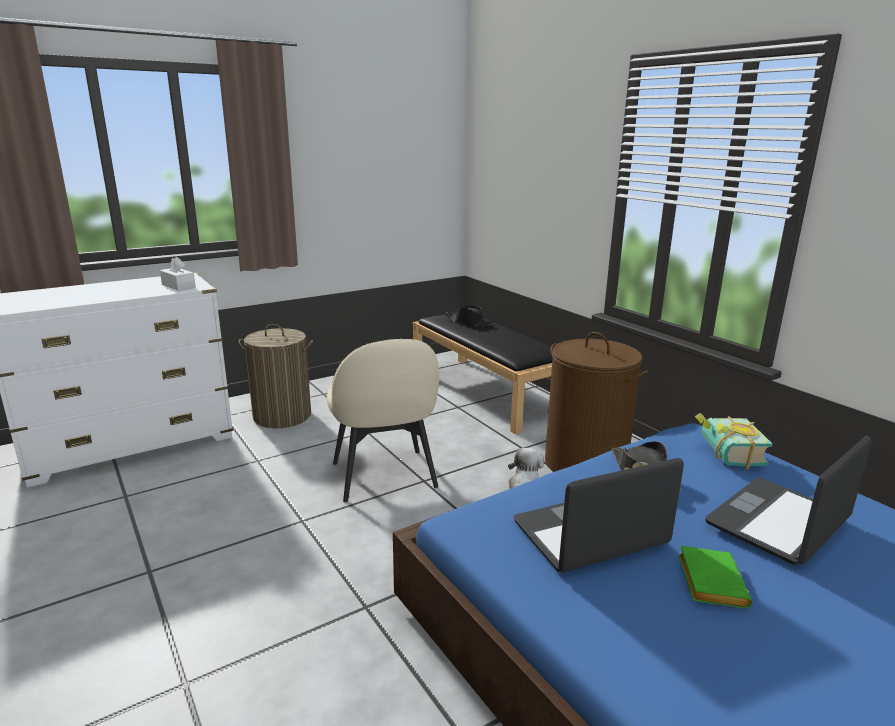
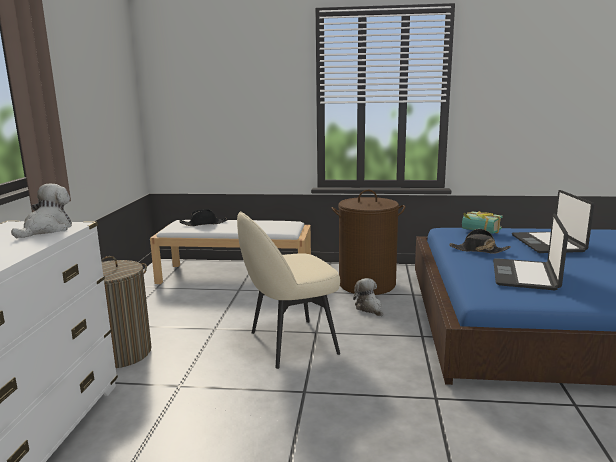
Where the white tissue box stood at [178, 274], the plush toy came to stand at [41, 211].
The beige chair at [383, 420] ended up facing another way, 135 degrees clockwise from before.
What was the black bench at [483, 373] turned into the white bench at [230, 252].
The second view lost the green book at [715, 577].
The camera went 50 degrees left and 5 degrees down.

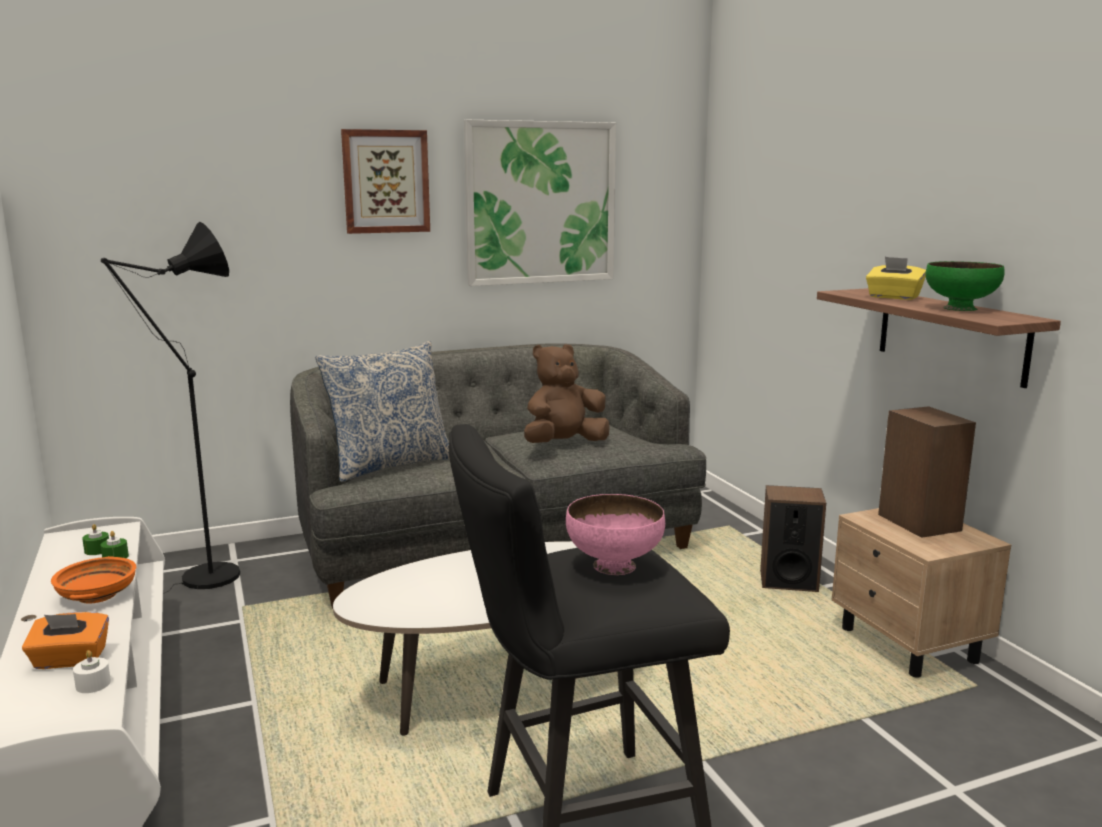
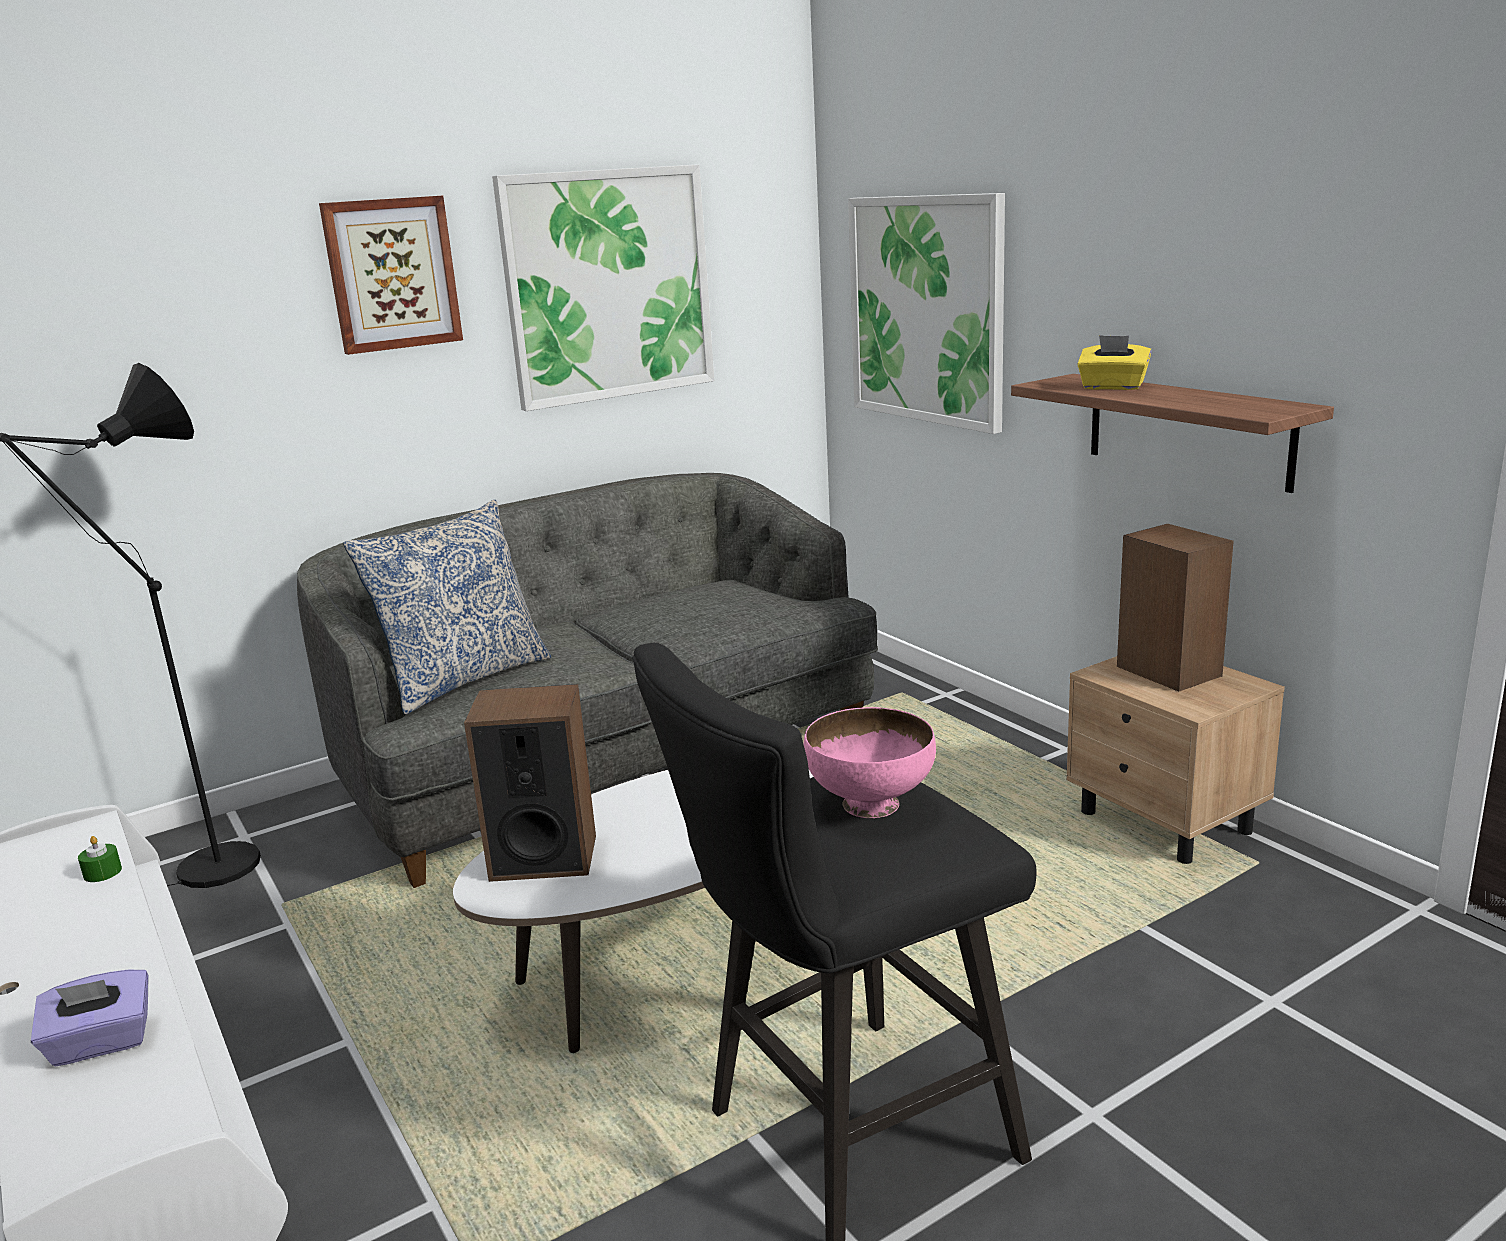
What was the orange tissue box at [65, 640] turned into the purple tissue box at [90, 1018].
The second view lost the orange bowl at [93, 579].
The second view lost the white candle at [92, 671].
The second view lost the green candle at [95, 539].
The second view lost the brown plush toy at [567, 393].
The speaker ended up elsewhere, having gone from [793, 538] to [530, 783].
The second view lost the green bowl at [965, 286].
The second view gained the picture at [926, 313].
The camera went 10 degrees left and 5 degrees up.

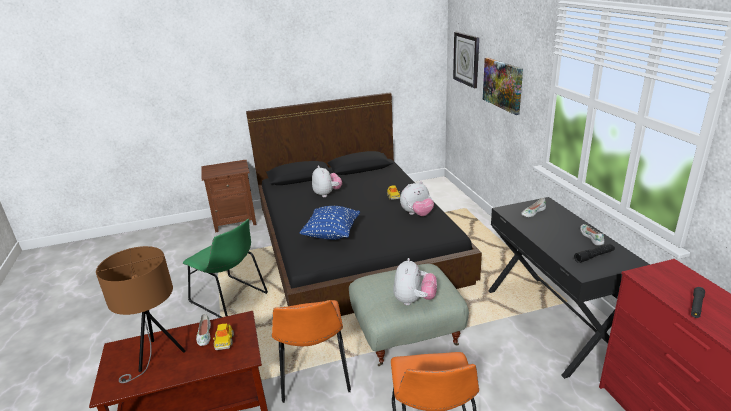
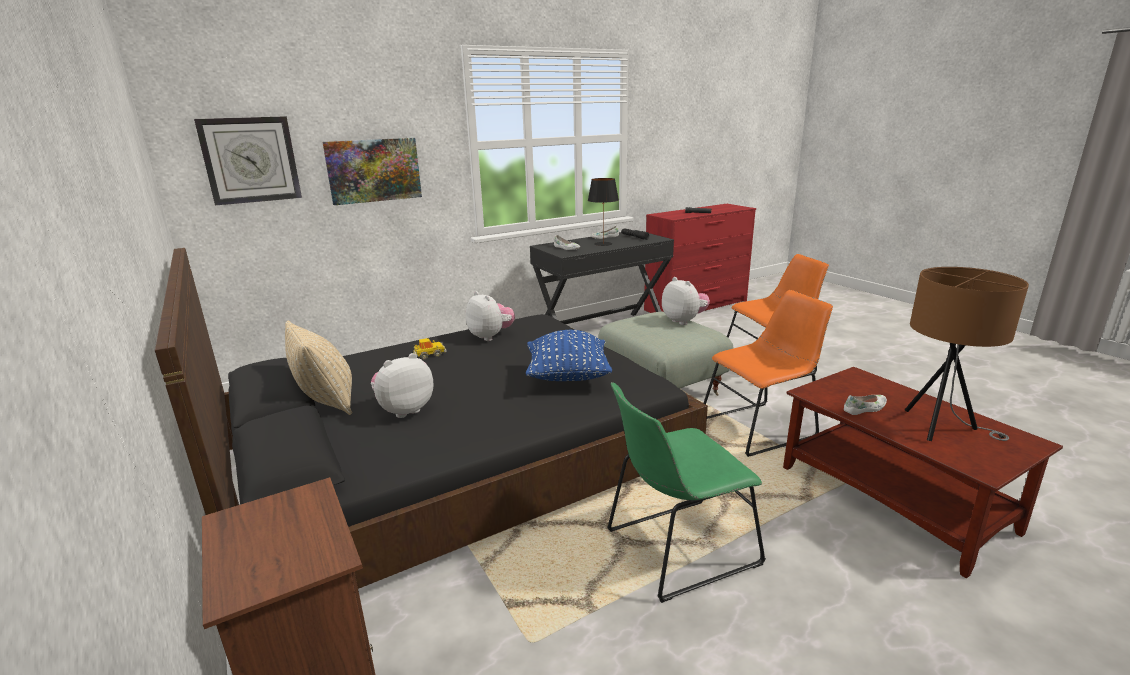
The green chair at [225, 268] ended up facing another way, 135 degrees counterclockwise from before.
The second view lost the toy car at [223, 337].
The plush toy at [415, 281] ended up facing another way, 60 degrees clockwise from before.
The second view gained the beige pillow at [318, 368].
The second view gained the black table lamp at [603, 212].
The camera went 105 degrees left and 5 degrees down.

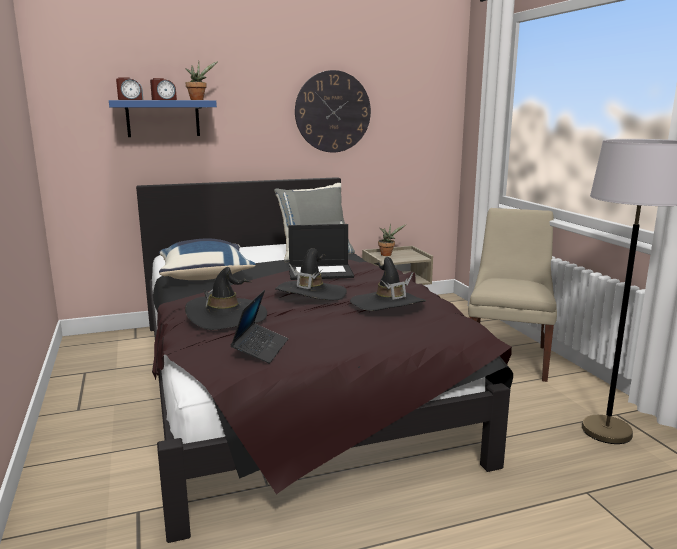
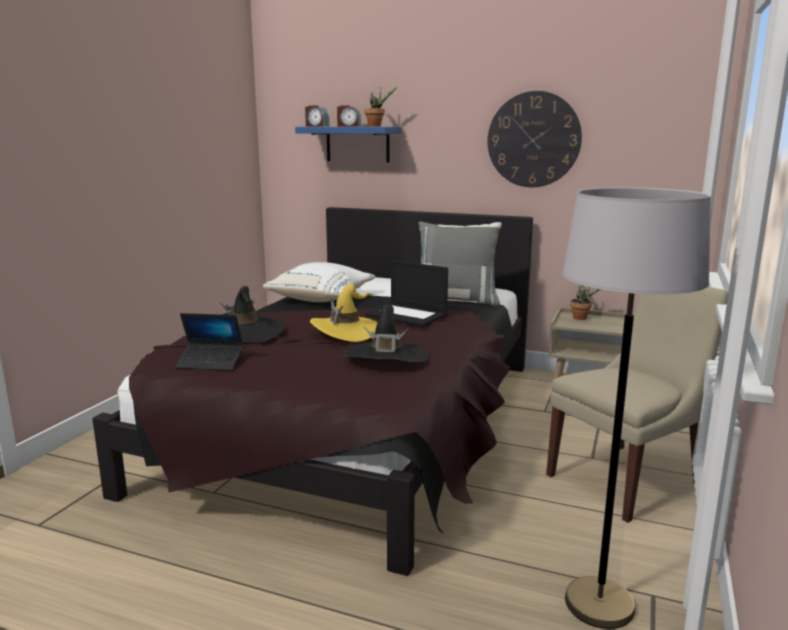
What was the blue pillow at [207, 259] turned into the white pillow at [319, 282].
The laptop at [259, 327] ended up facing another way, 45 degrees clockwise from before.
What was the black hat at [311, 274] turned into the yellow hat at [344, 313].
The camera went 40 degrees right and 0 degrees up.

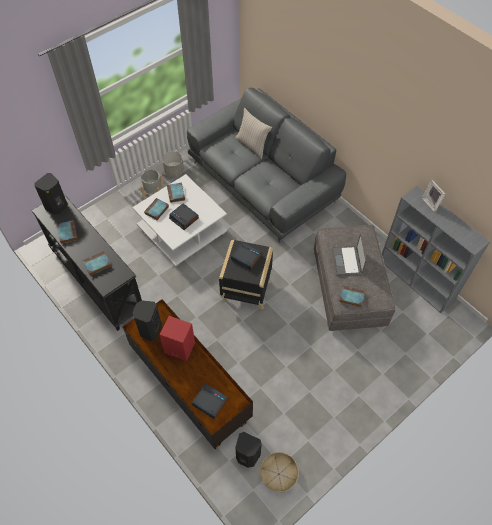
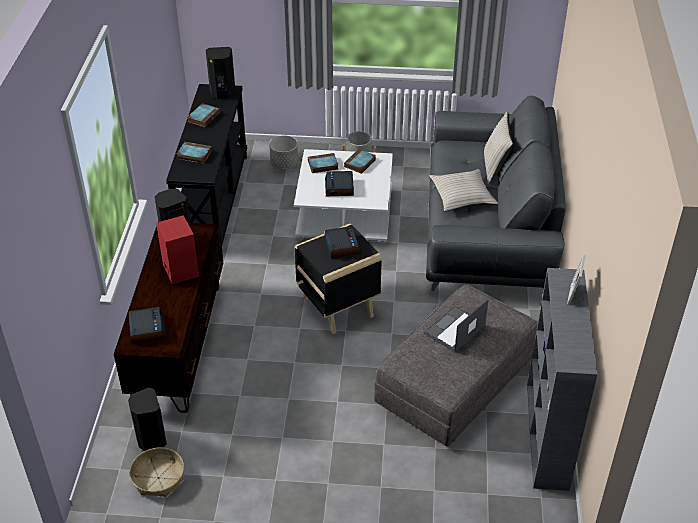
The grey planter ended up elsewhere, having gone from [173, 164] to [283, 152].
The second view lost the book at [352, 296].
The second view gained the beige pillow at [463, 190].
The camera went 45 degrees right and 15 degrees down.

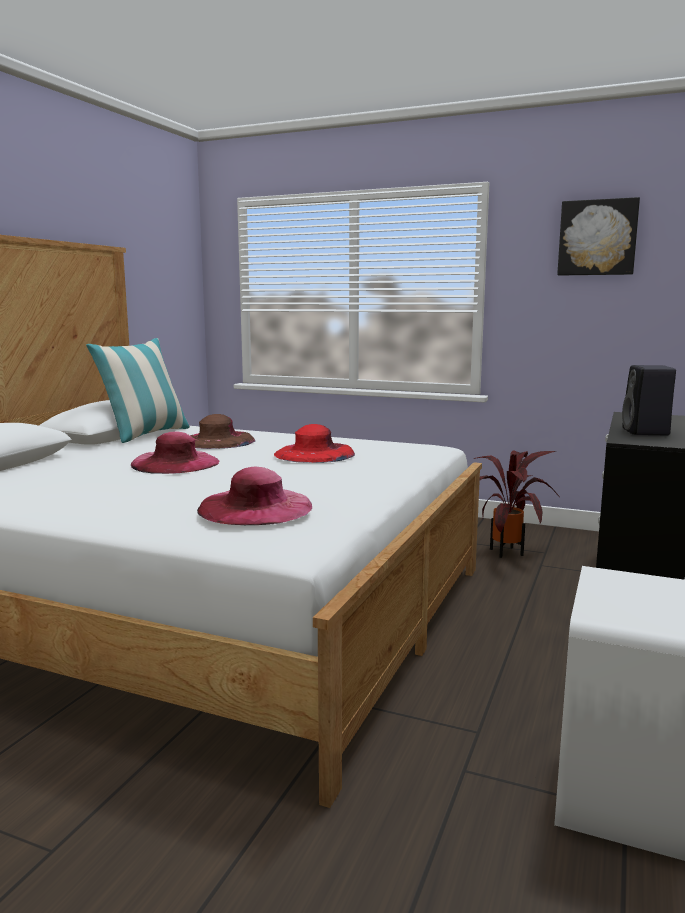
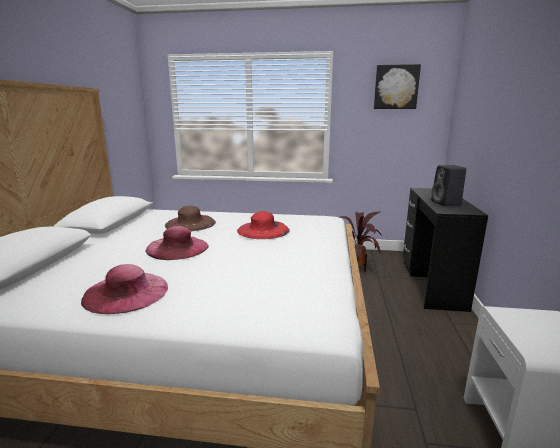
The second view lost the pillow at [138, 390].
The pink hat ended up elsewhere, having gone from [254, 496] to [124, 289].
The camera went 15 degrees left and 5 degrees up.

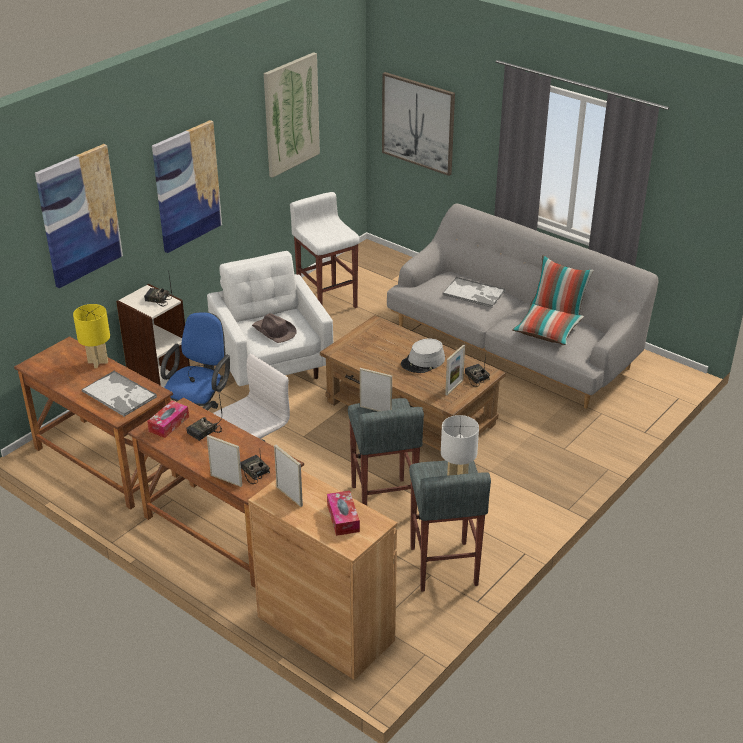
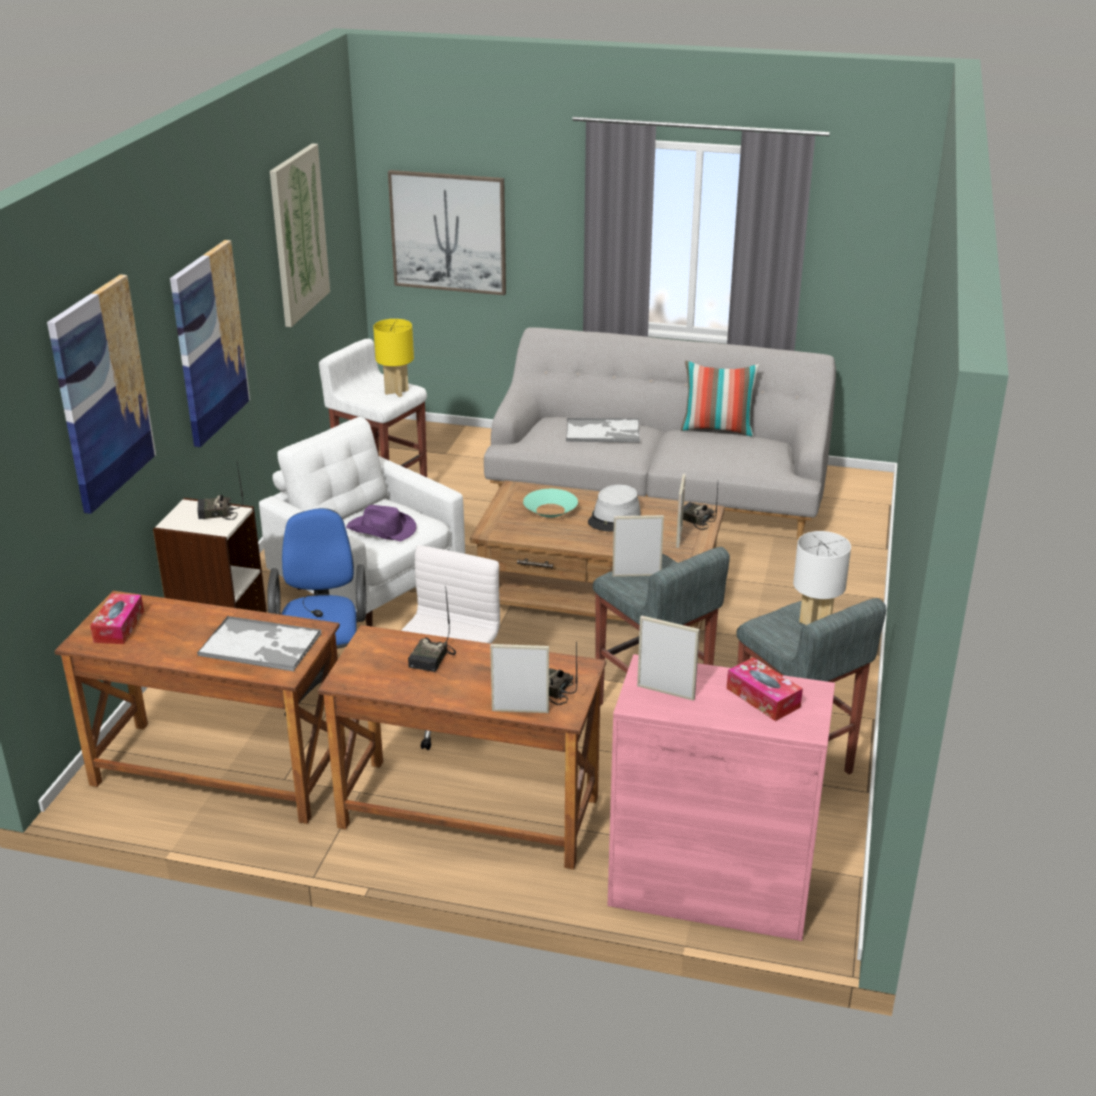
The yellow table lamp ended up elsewhere, having gone from [91, 336] to [393, 358].
The tissue box ended up elsewhere, having gone from [168, 419] to [117, 619].
What was the brown cabinet at [322, 575] turned into the pink cabinet at [721, 797].
What was the brown hat at [274, 328] turned into the purple hat at [381, 523].
The second view lost the pillow at [548, 324].
The second view gained the turquoise bowl at [550, 503].
The camera went 25 degrees left and 5 degrees down.

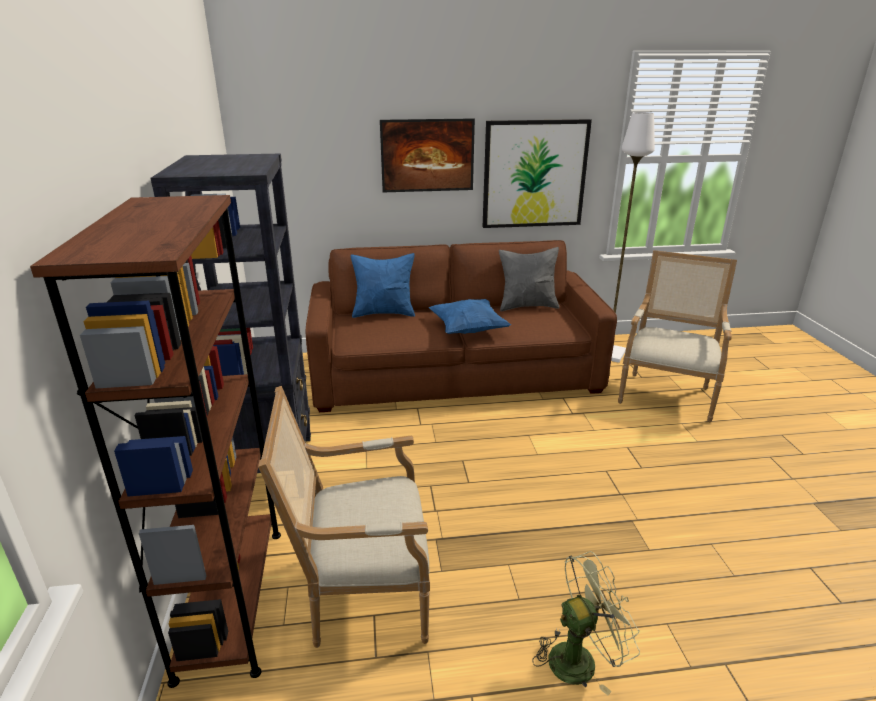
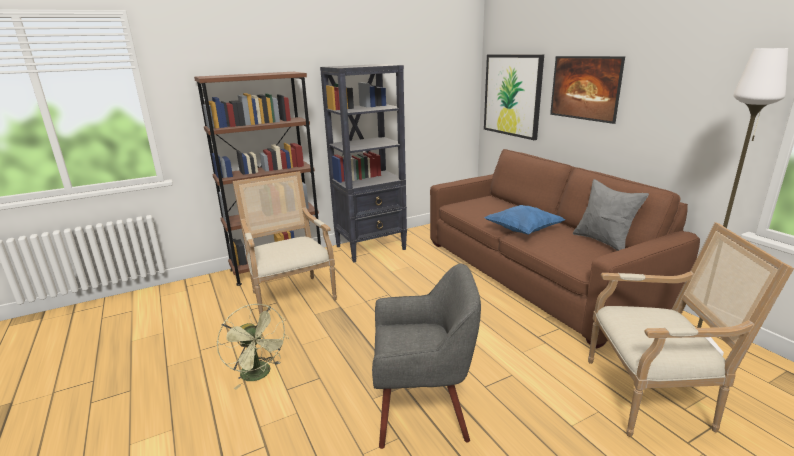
The second view lost the blue pillow at [383, 285].
The picture ended up elsewhere, having gone from [537, 173] to [514, 97].
The second view gained the grey armchair at [426, 356].
The camera went 70 degrees right and 5 degrees down.

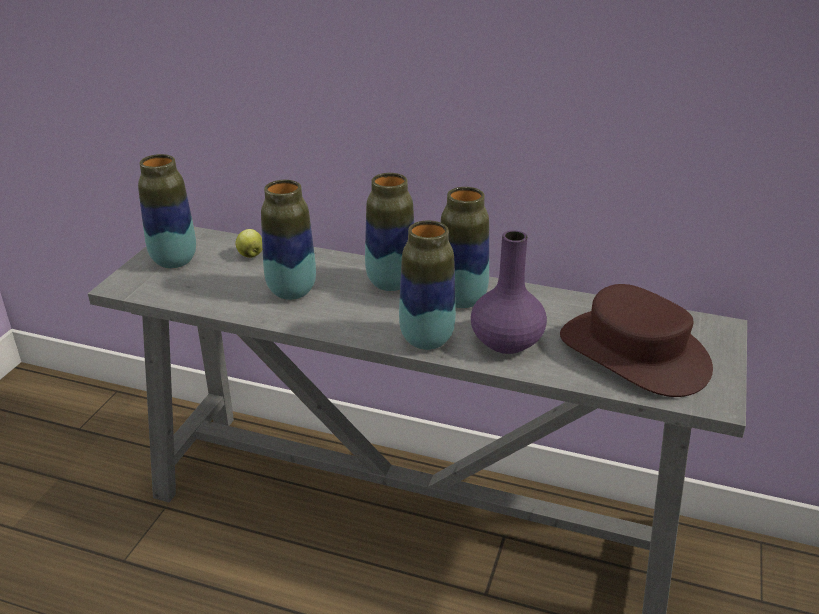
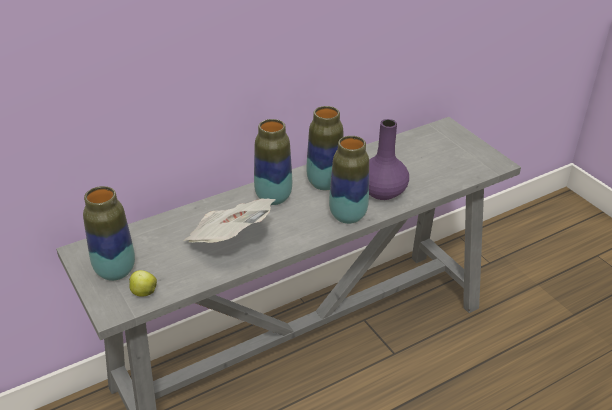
The apple ended up elsewhere, having gone from [249, 243] to [143, 283].
Where the vase stood at [288, 240], the newspaper came to stand at [229, 220].
The second view lost the brown hat at [636, 340].
The camera went 50 degrees left and 5 degrees up.

